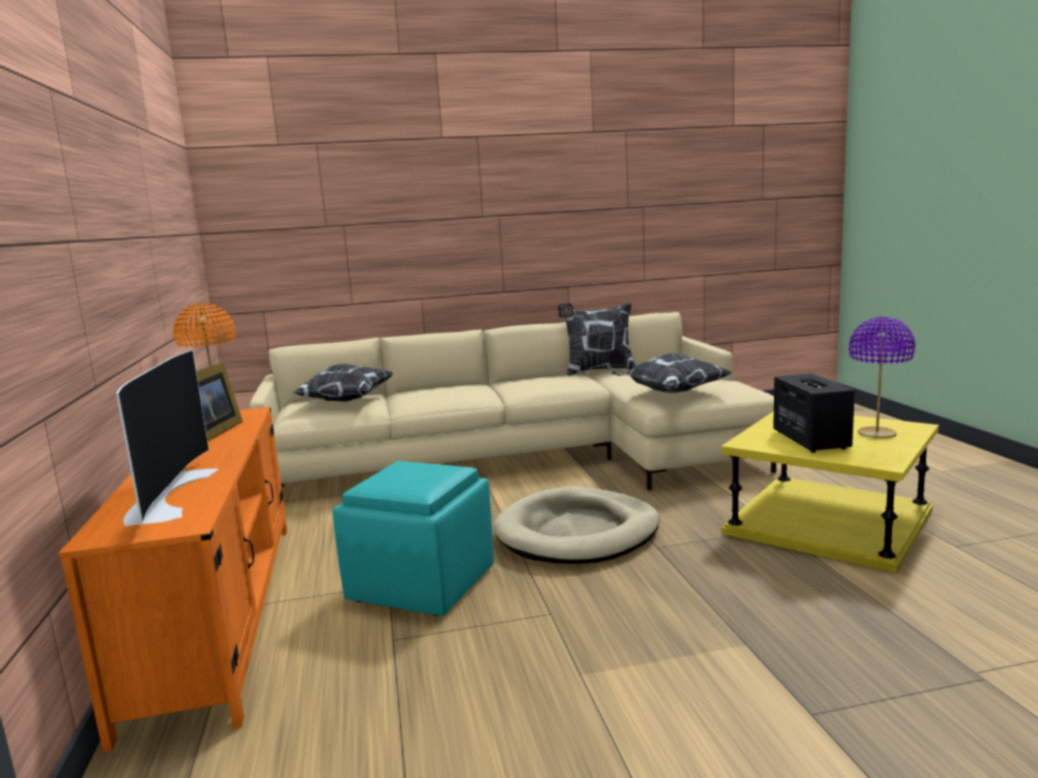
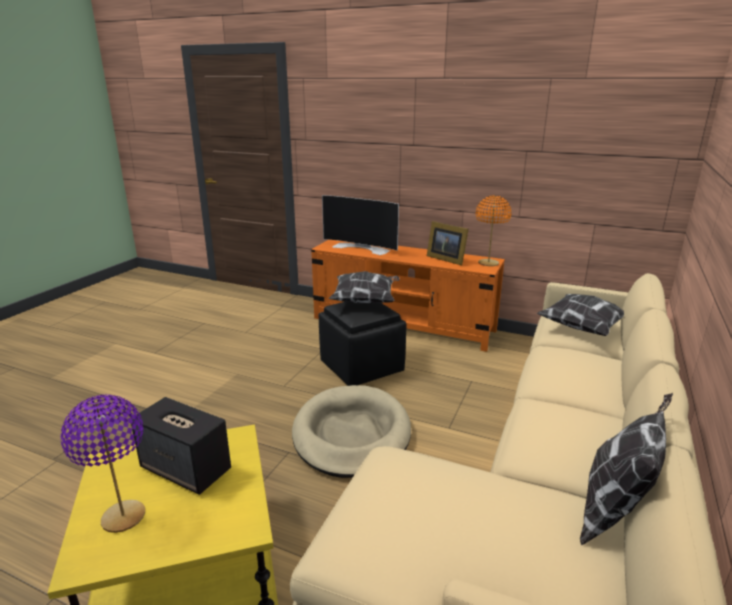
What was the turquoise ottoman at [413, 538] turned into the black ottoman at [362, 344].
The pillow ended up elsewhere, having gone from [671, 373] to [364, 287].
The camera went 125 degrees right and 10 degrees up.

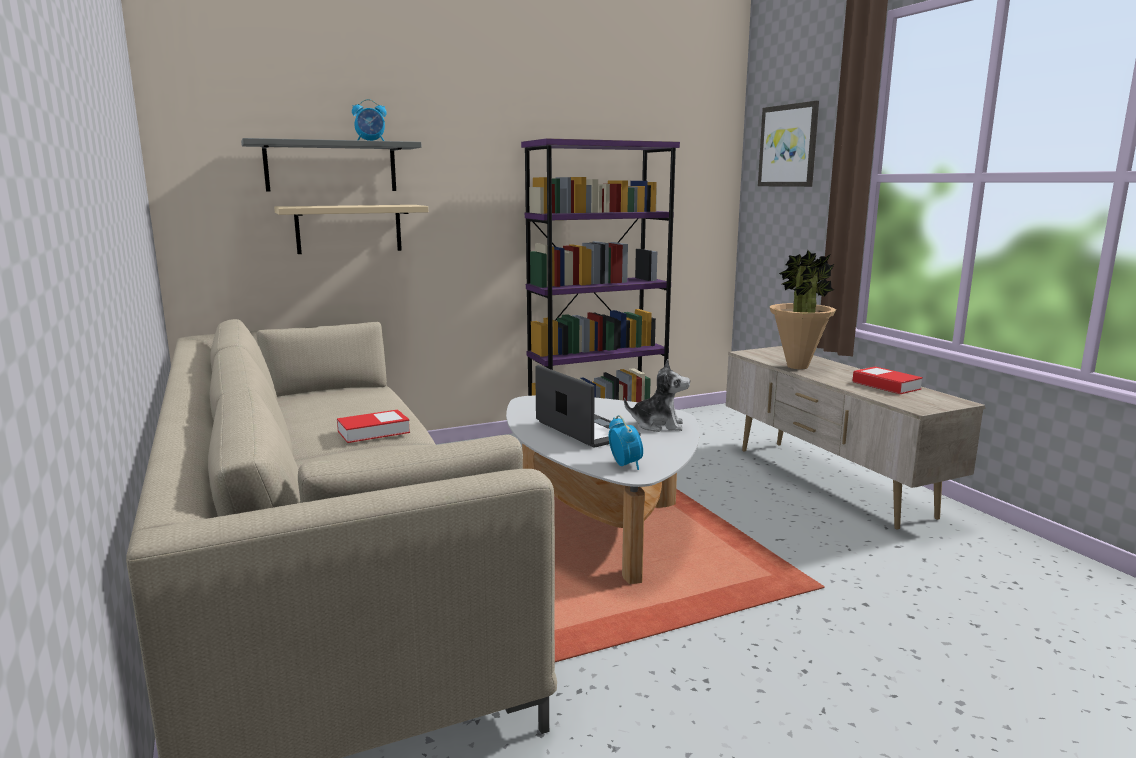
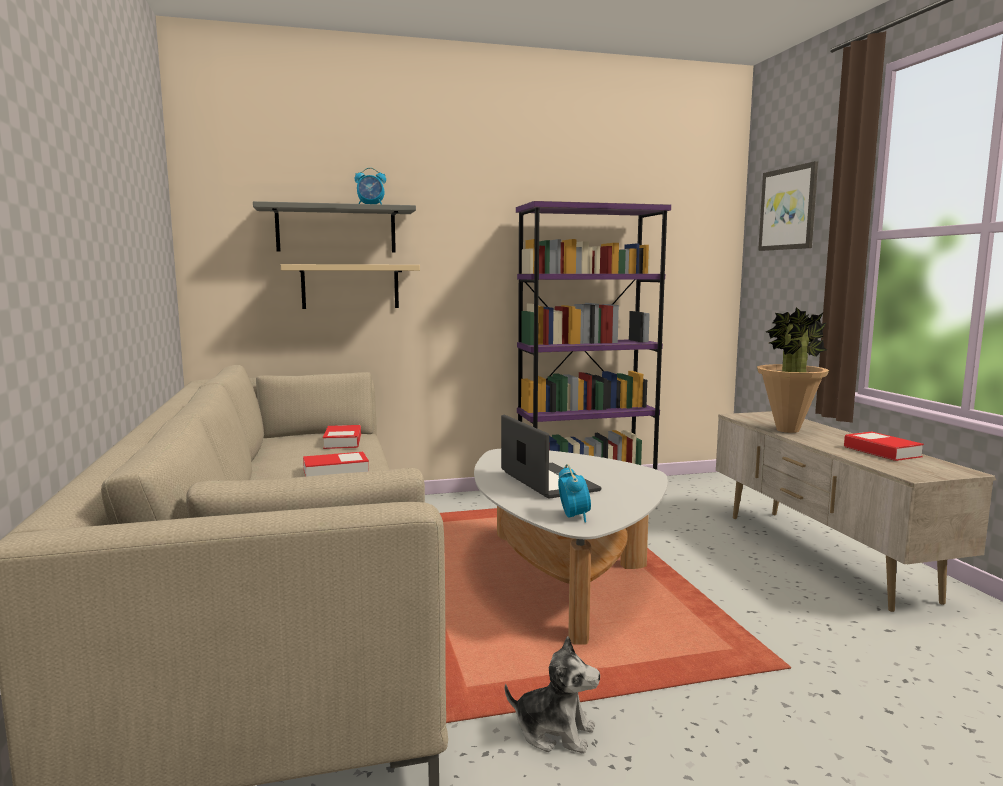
The plush toy ended up elsewhere, having gone from [657, 395] to [552, 695].
The second view gained the book at [342, 437].
The camera went 10 degrees right and 5 degrees down.

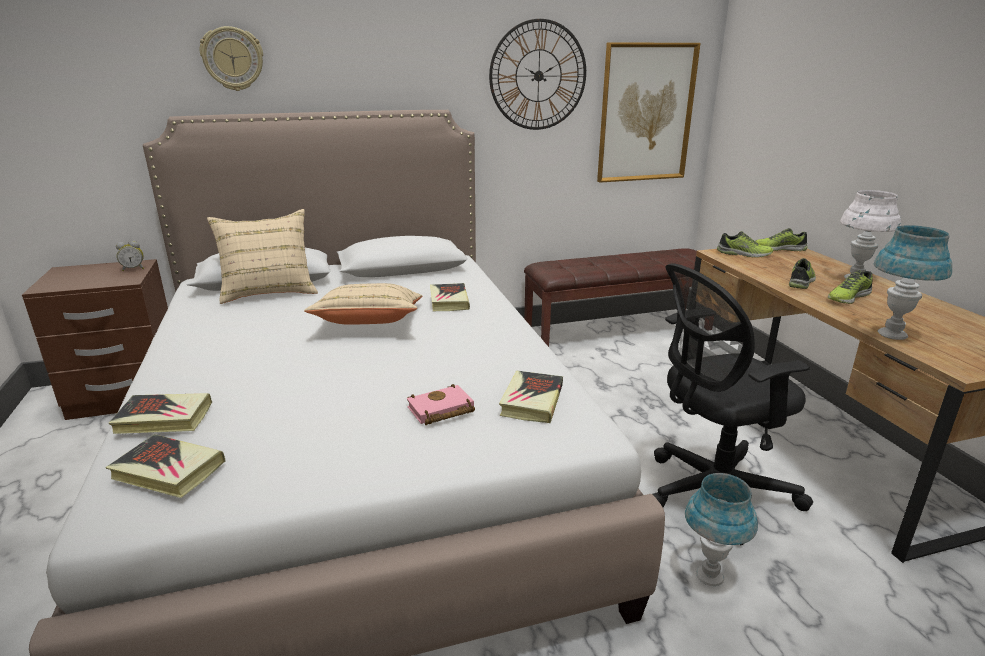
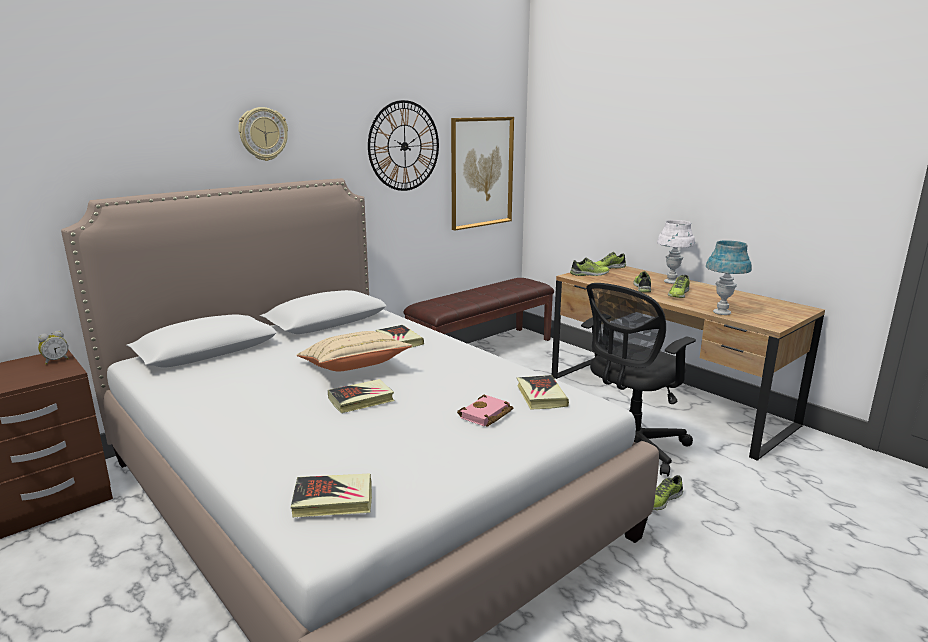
The book ended up elsewhere, having gone from [160, 413] to [361, 396].
The wall clock ended up elsewhere, having gone from [231, 58] to [263, 134].
The second view lost the beige pillow at [262, 256].
Where the blue table lamp stood at [721, 529], the shoe came to stand at [668, 492].
The camera went 25 degrees left and 5 degrees down.

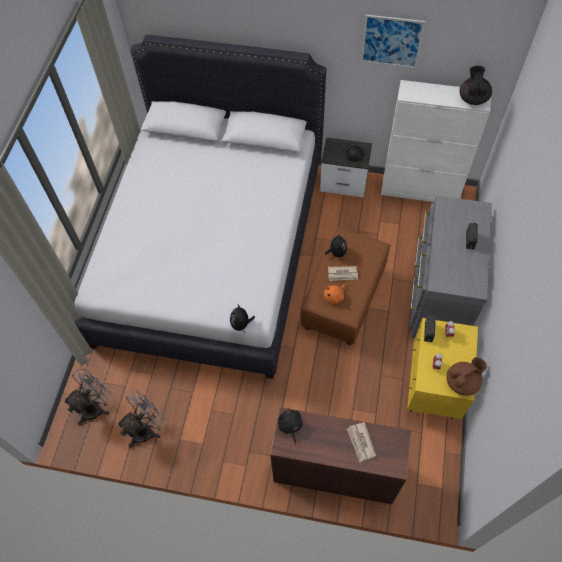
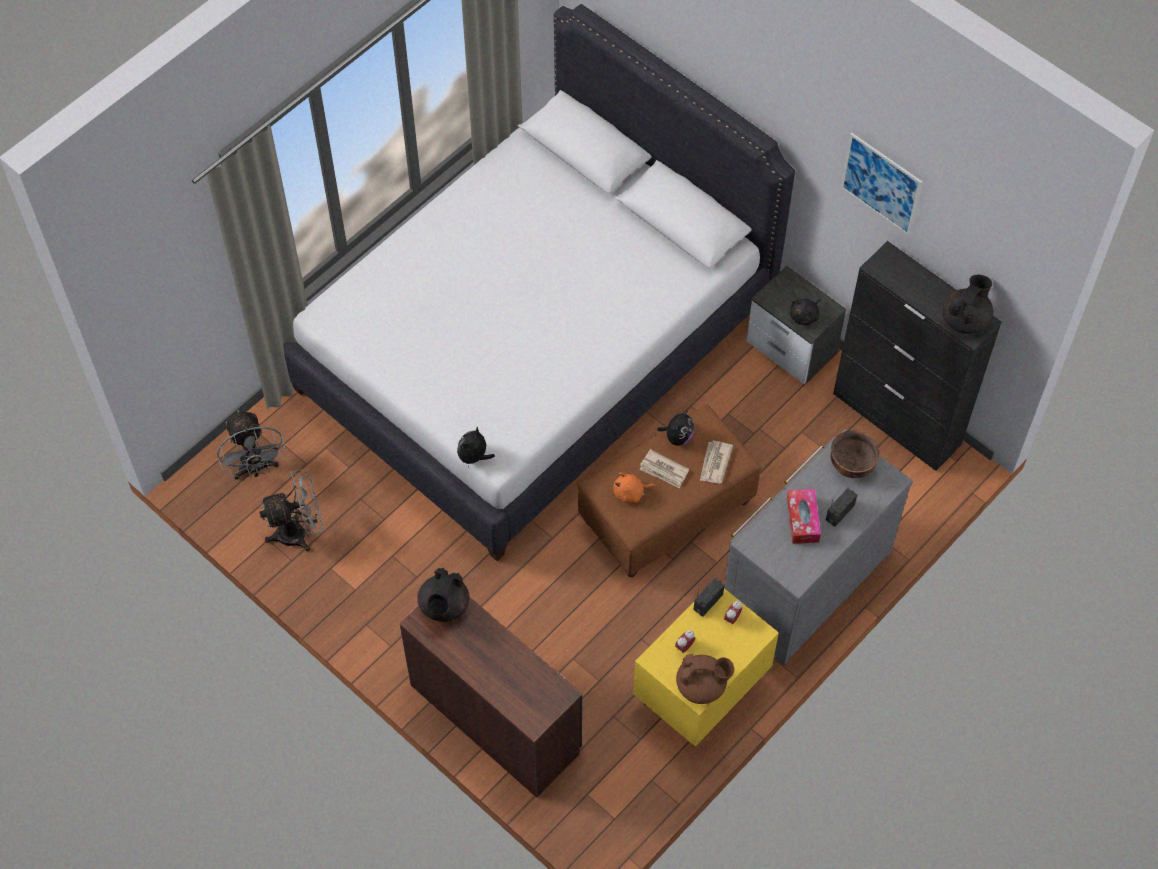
The grey fan at [88, 396] ended up facing another way, 90 degrees clockwise from before.
Where the black plush toy stood at [290, 426], the black teapot came to stand at [443, 595].
The newspaper ended up elsewhere, having gone from [361, 442] to [716, 462].
What was the white cabinet at [436, 141] turned into the black cabinet at [917, 356].
The second view gained the tissue box at [804, 516].
The second view gained the brown bowl at [855, 454].
The camera went 30 degrees right and 0 degrees up.

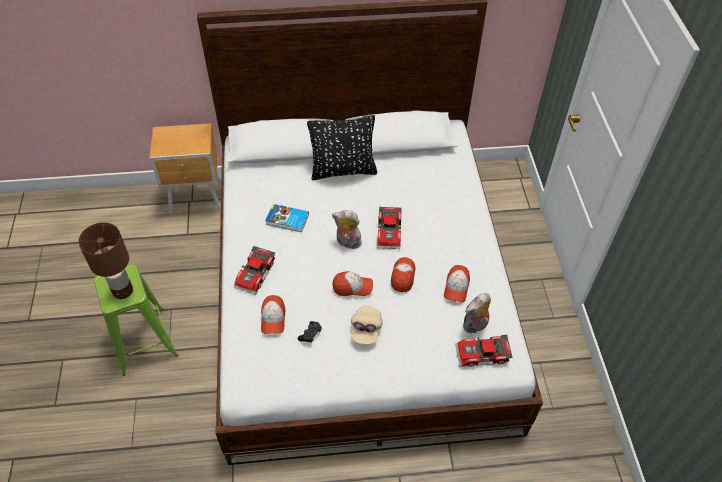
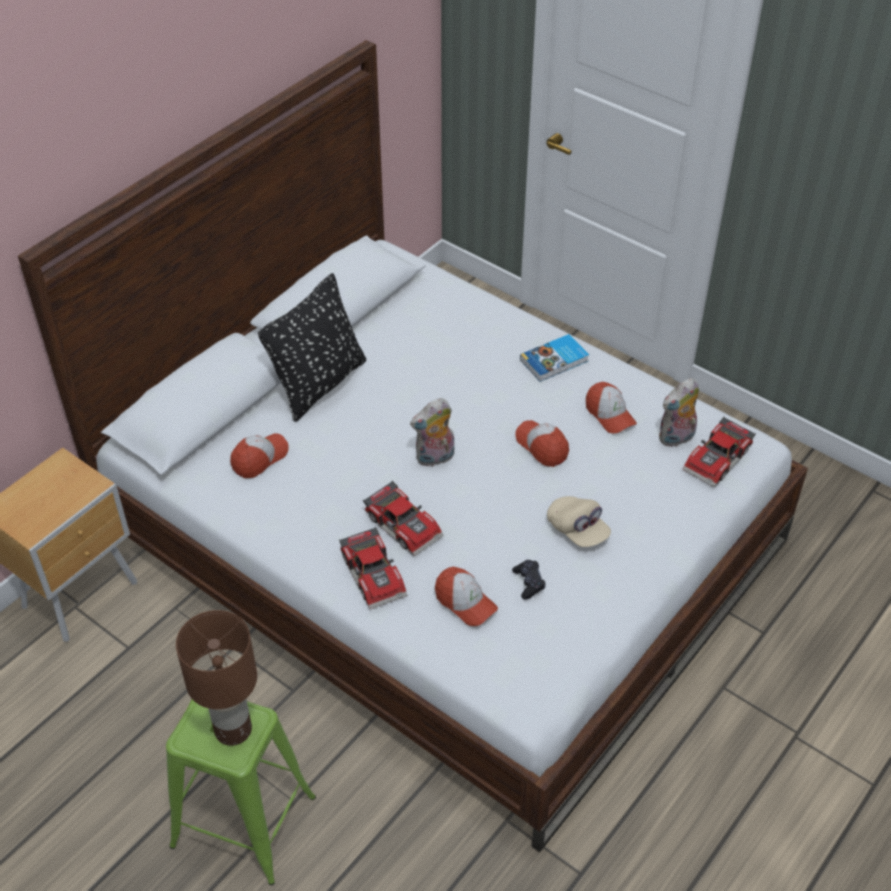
The book ended up elsewhere, having gone from [287, 218] to [554, 358].
The cap ended up elsewhere, having gone from [352, 283] to [259, 455].
The toy car ended up elsewhere, having gone from [389, 227] to [403, 518].
The plush toy at [477, 313] ended up facing another way, 45 degrees clockwise from before.
The camera went 45 degrees left and 5 degrees down.

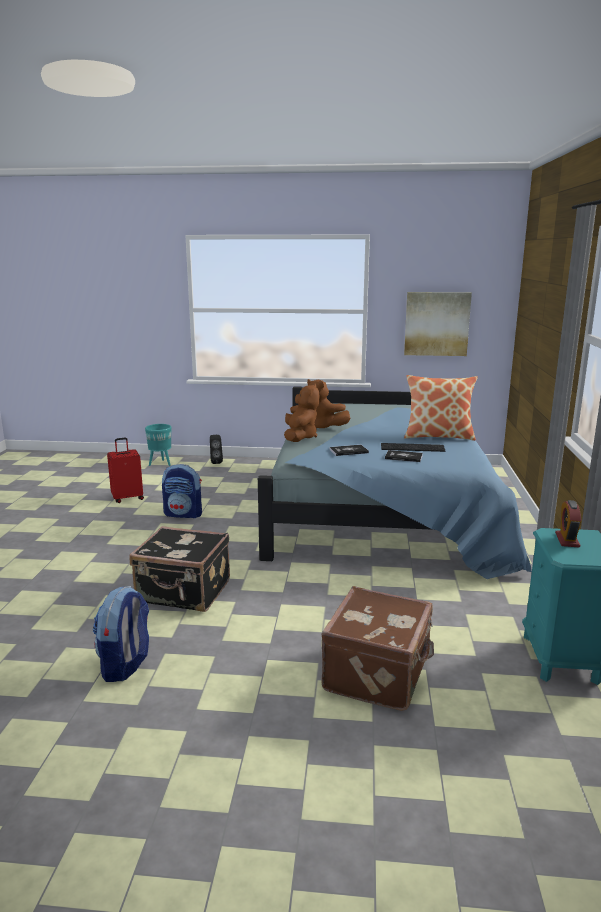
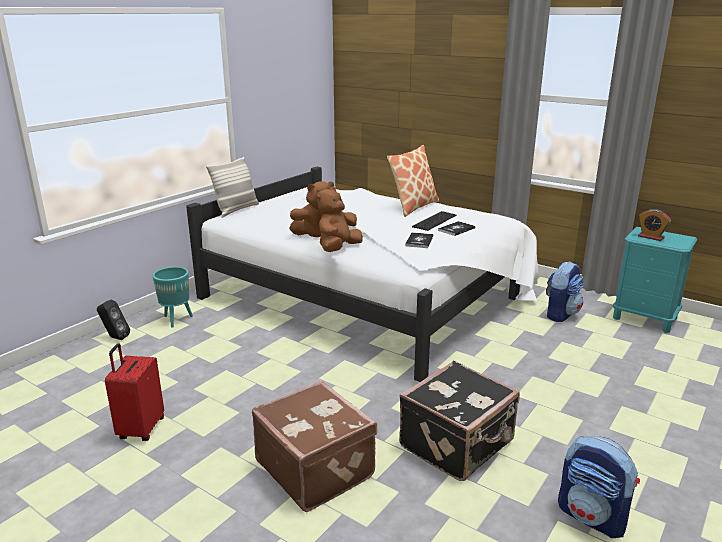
The turquoise planter ended up elsewhere, having gone from [158, 445] to [172, 297].
The backpack ended up elsewhere, having gone from [182, 491] to [565, 291].
What was the blue bed at [395, 483] turned into the white bed at [362, 274].
The brown plush toy at [301, 413] ended up facing another way, 90 degrees counterclockwise from before.
The brown suitcase ended up elsewhere, having gone from [377, 648] to [314, 446].
The second view lost the picture at [438, 324].
The second view gained the pillow at [232, 187].
The camera went 60 degrees left and 5 degrees up.

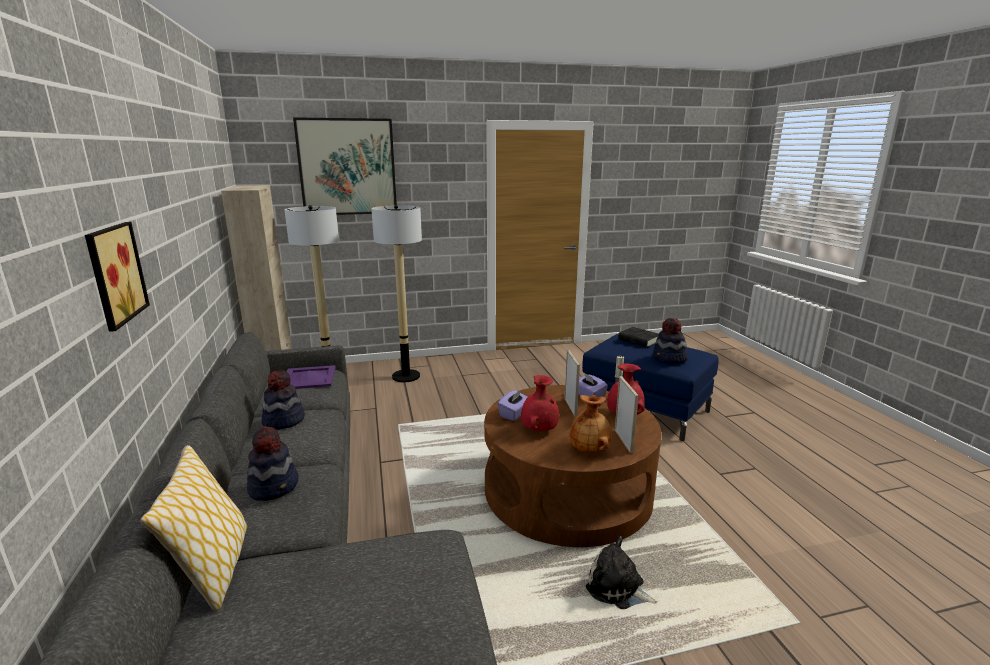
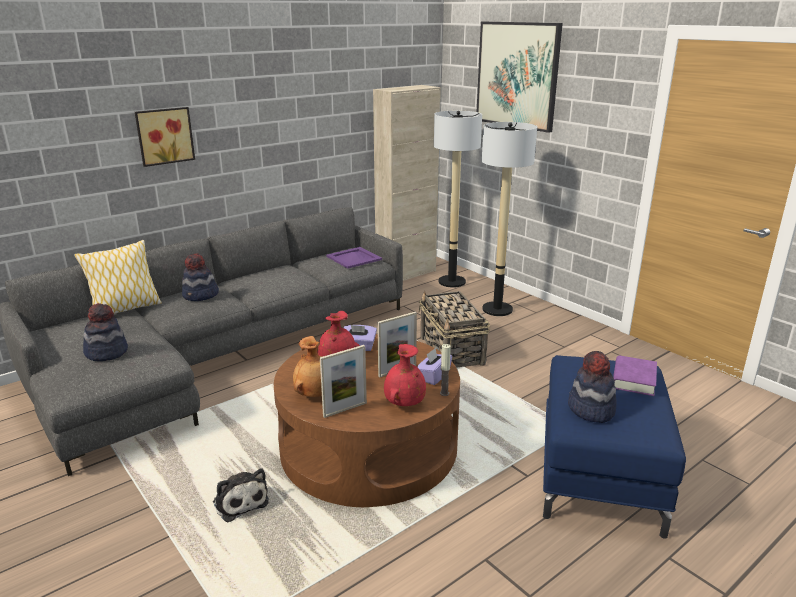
The hat ended up elsewhere, having gone from [283, 400] to [105, 332].
The plush toy at [621, 572] ended up facing another way, 135 degrees clockwise from before.
What was the black book at [638, 337] turned into the purple book at [635, 375].
The second view gained the basket at [454, 329].
The camera went 65 degrees right and 5 degrees up.

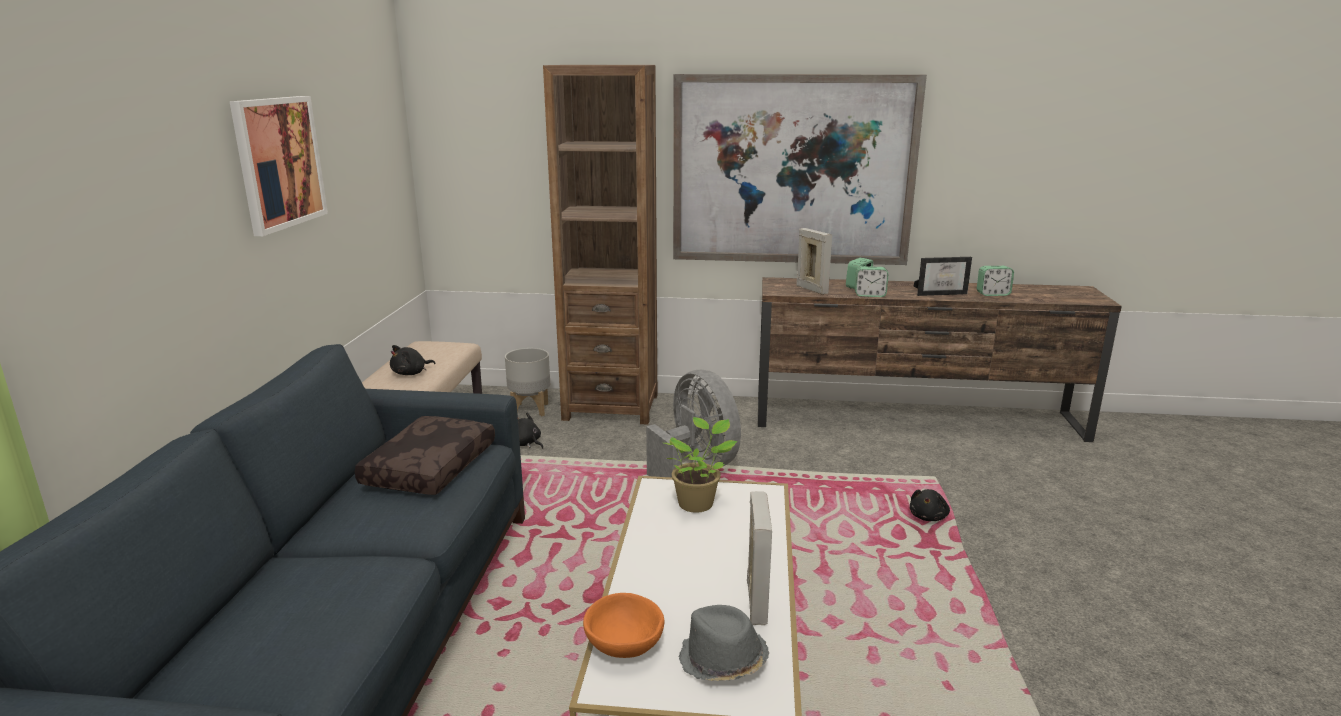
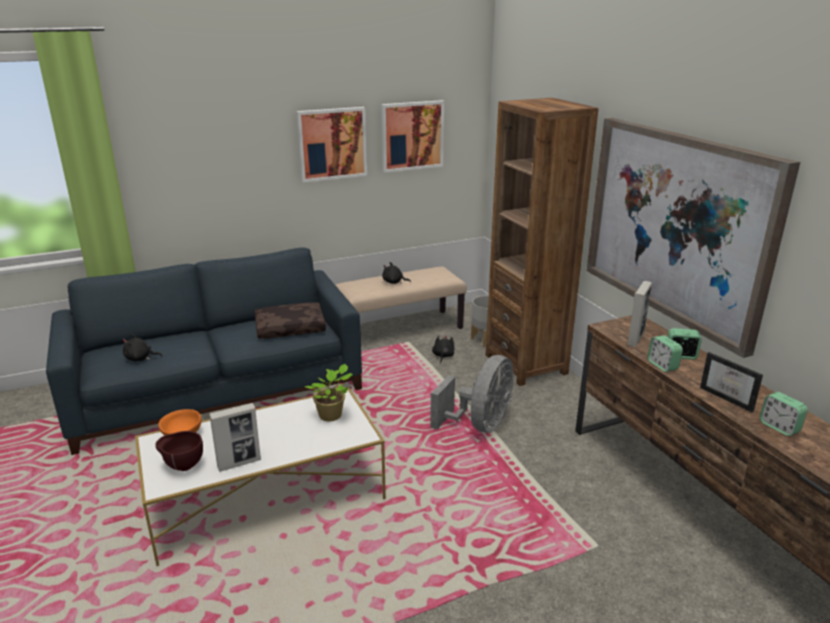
Where the grey hat stood at [724, 643], the brown bowl came to stand at [179, 451].
The black plush toy ended up elsewhere, having gone from [930, 505] to [142, 348].
The second view gained the picture at [412, 136].
The camera went 60 degrees right and 5 degrees up.

